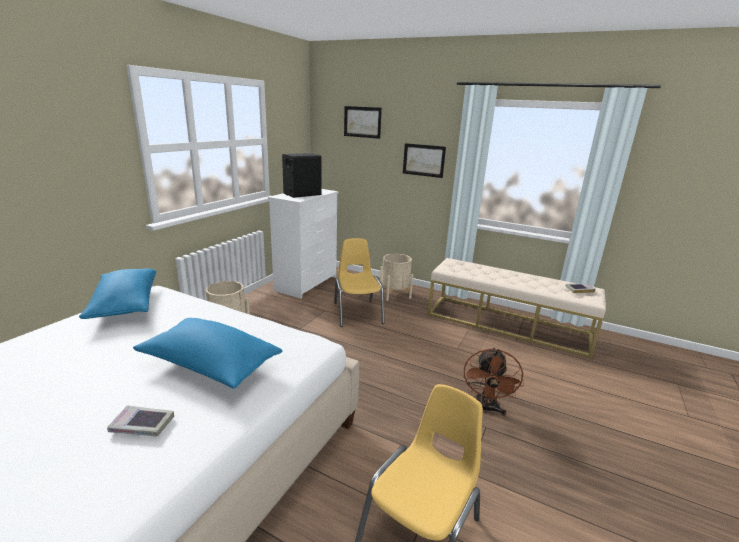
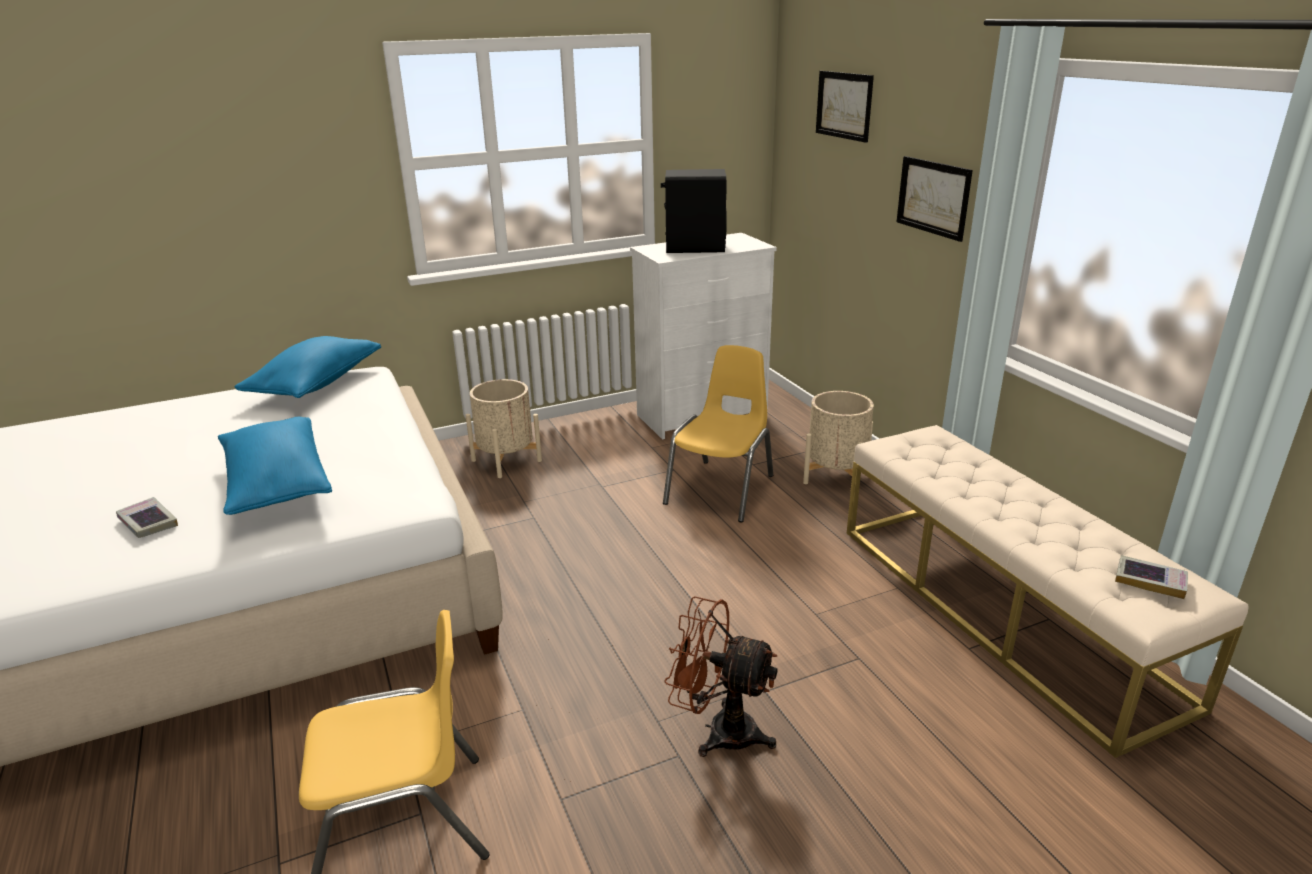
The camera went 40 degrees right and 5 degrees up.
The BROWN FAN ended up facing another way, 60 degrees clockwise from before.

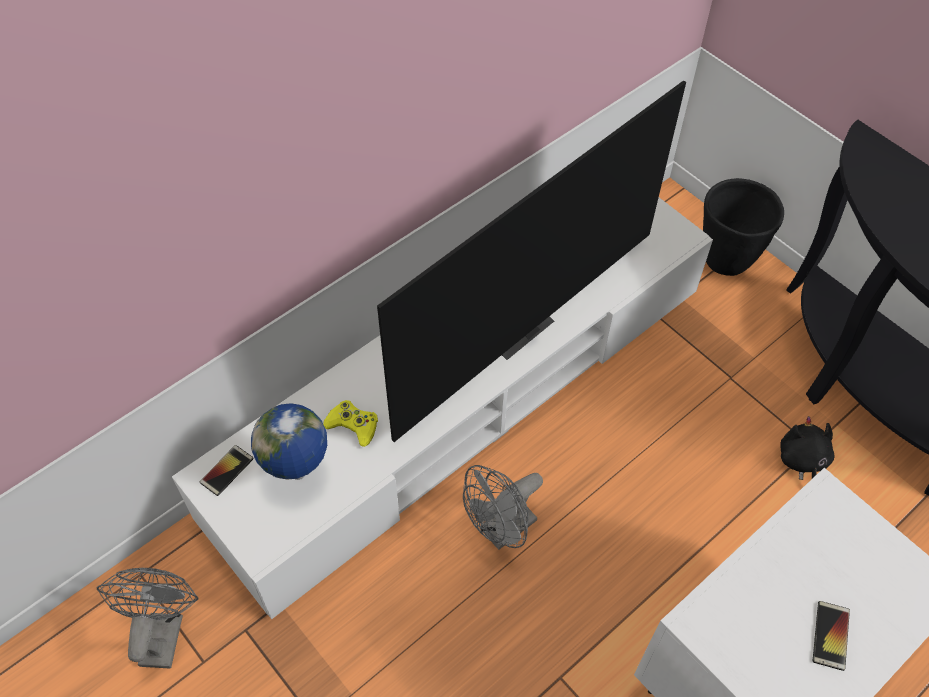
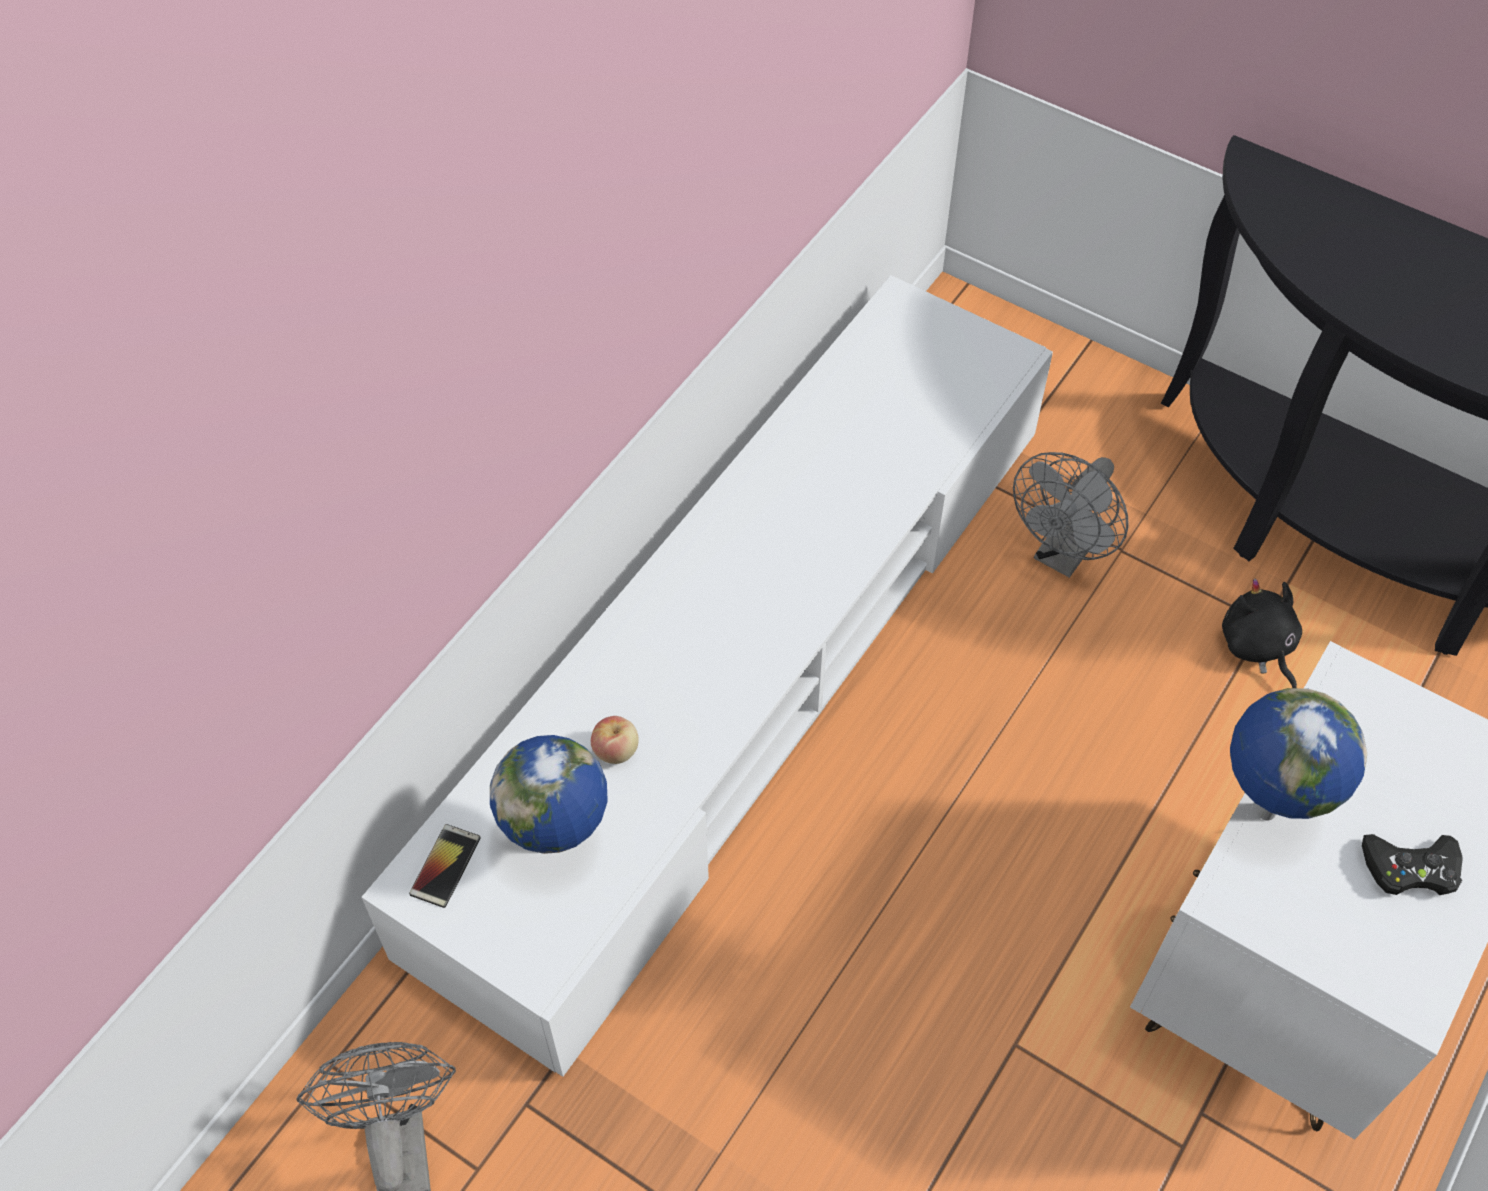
The camera went 15 degrees left and 0 degrees up.
The second view lost the TELEVISION.
The second view lost the BLACK PLANTER.
The second view gained the GLOBE (no. 2 from left).
The GREY FAN (no. 2 from left) ended up elsewhere.
Where the YELLOW GAME CONTROLLER stood, the APPLE came to stand.
Where the PHONE (no. 2 from left) stood, the BLACK GAME CONTROLLER came to stand.

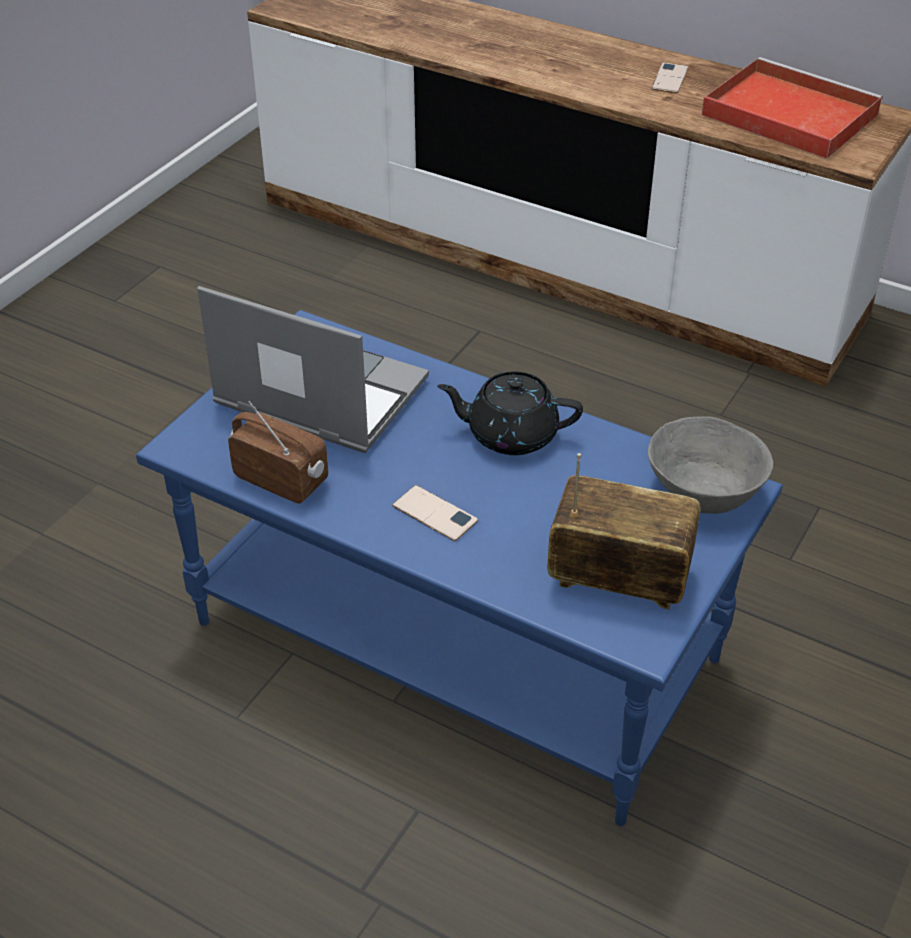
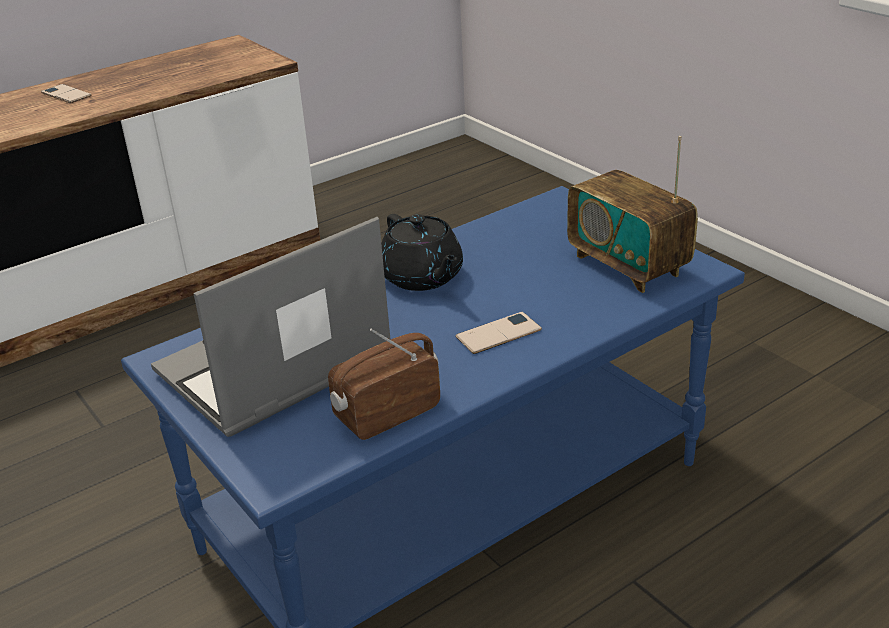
The camera went 65 degrees left and 10 degrees down.
The second view lost the GREY BOWL.
The second view lost the RED TRAY.
The BLACK TEAPOT ended up facing another way, 60 degrees counterclockwise from before.
The RADIO (no. 2 from left) ended up facing another way, 75 degrees counterclockwise from before.

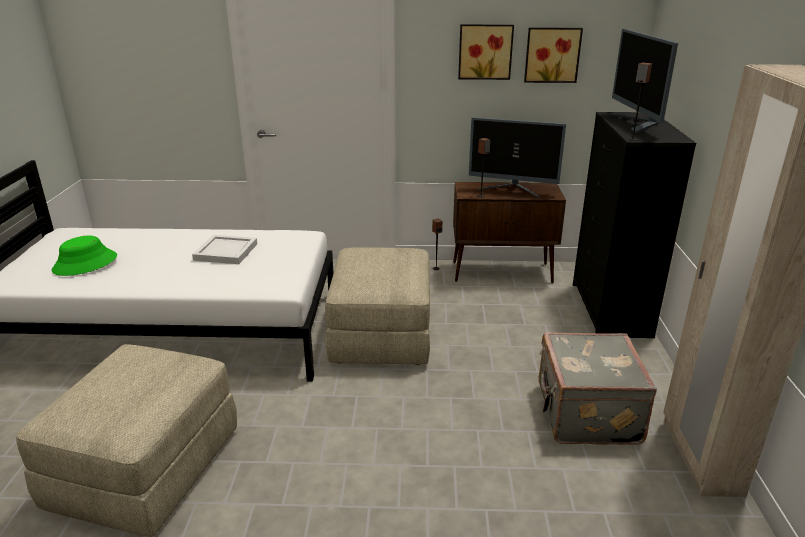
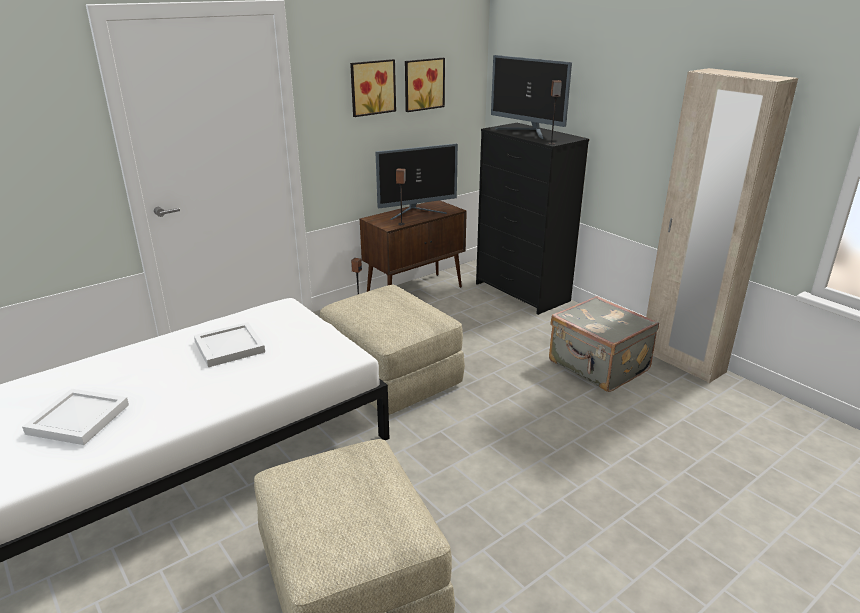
The camera went 40 degrees left and 0 degrees up.
Where the GREEN HAT stood, the WHITE TRAY (no. 1 from left) came to stand.

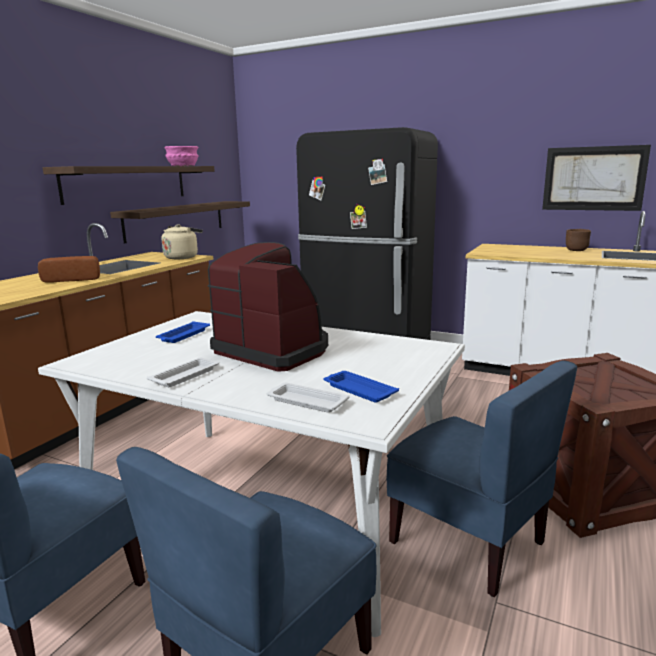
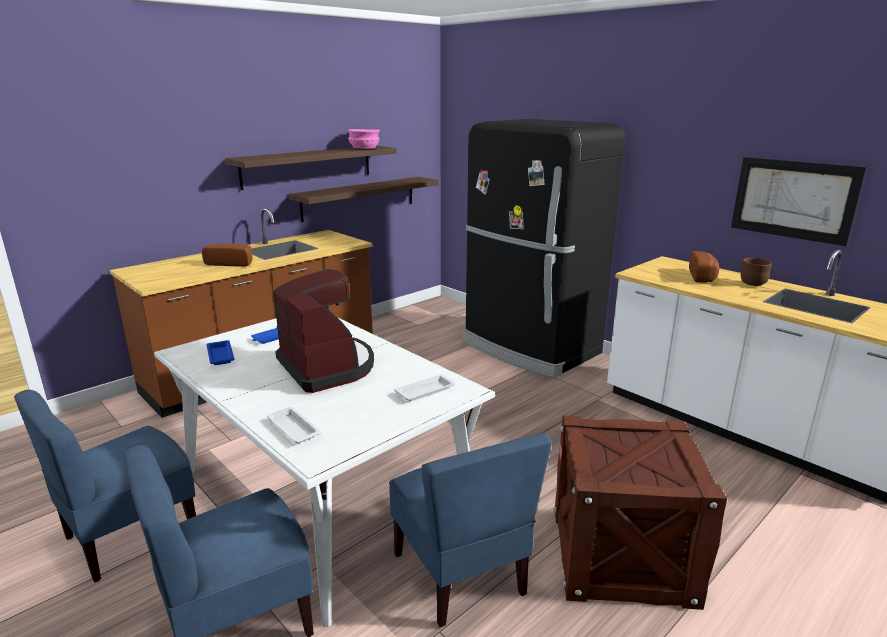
The camera went 20 degrees right and 5 degrees up.
The second view lost the BEIGE KETTLE.
The second view gained the BREAD (no. 2 from left).
The WHITE TRAY (no. 1 from left in the first image) ended up elsewhere.
The BLUE TRAY (no. 2 from left in the first image) ended up elsewhere.

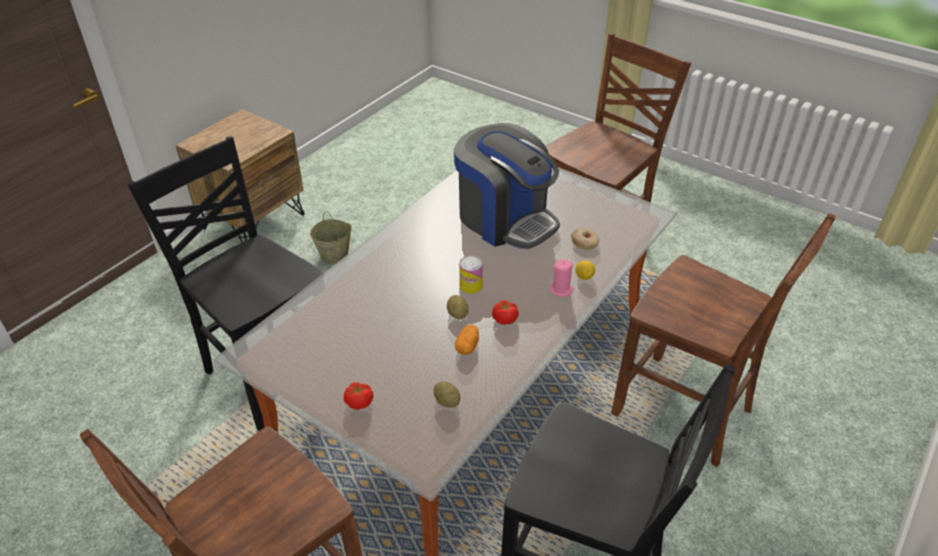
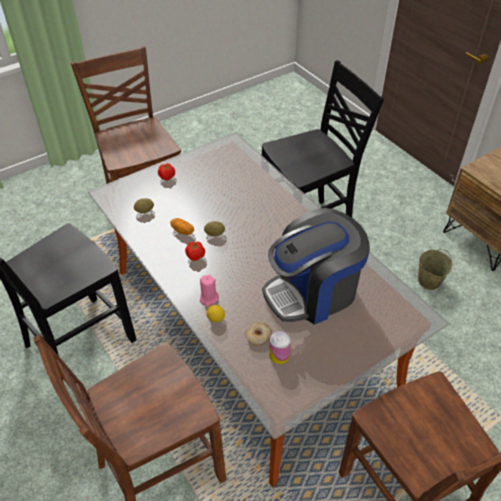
The camera went 110 degrees right and 5 degrees up.
The CAN ended up elsewhere.

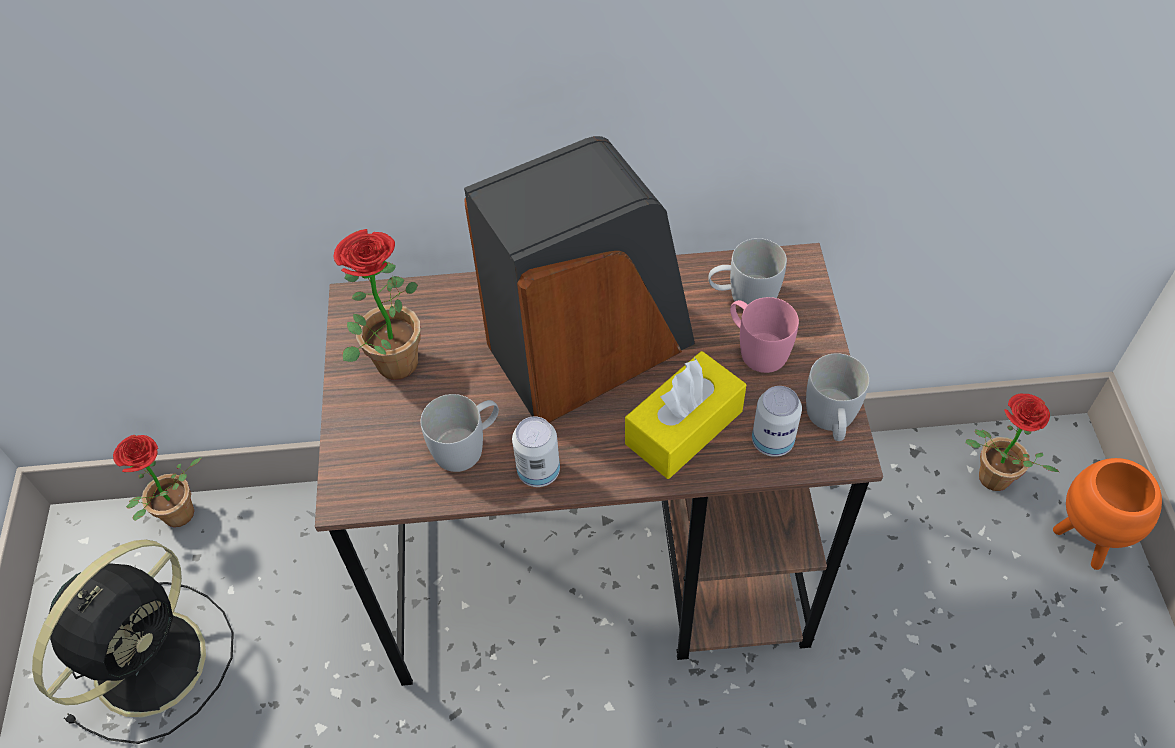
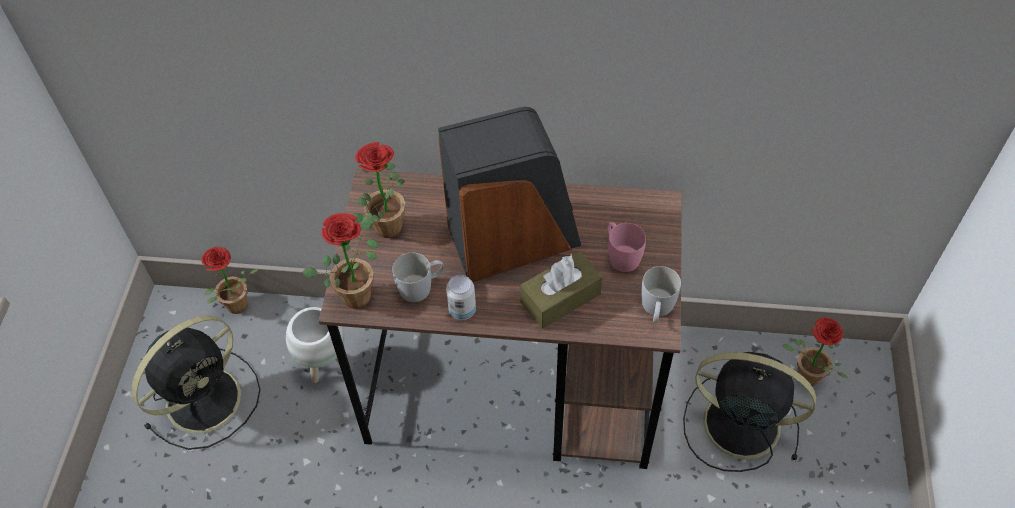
The camera went 10 degrees right and 0 degrees up.
The second view lost the WHITE MUG (no. 2 from left).
The second view lost the CAN (no. 2 from left).
The second view lost the ORANGE PLANTER.
The second view gained the WHITE PLANTER.
The second view gained the POTTED PLANT (no. 2 from left).
The second view gained the BLACK FAN (no. 2 from left).
What was the YELLOW TISSUE BOX turned into the BROWN TISSUE BOX.

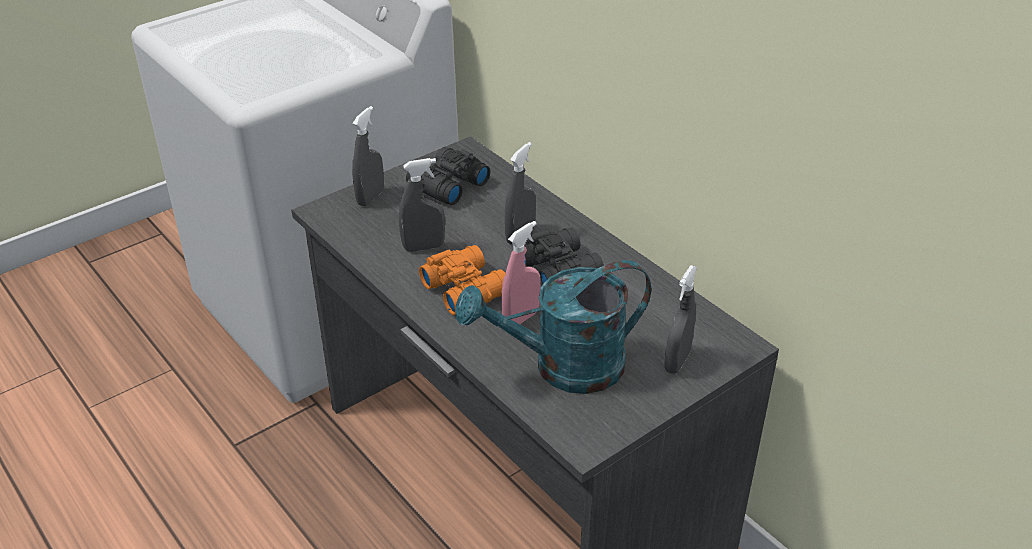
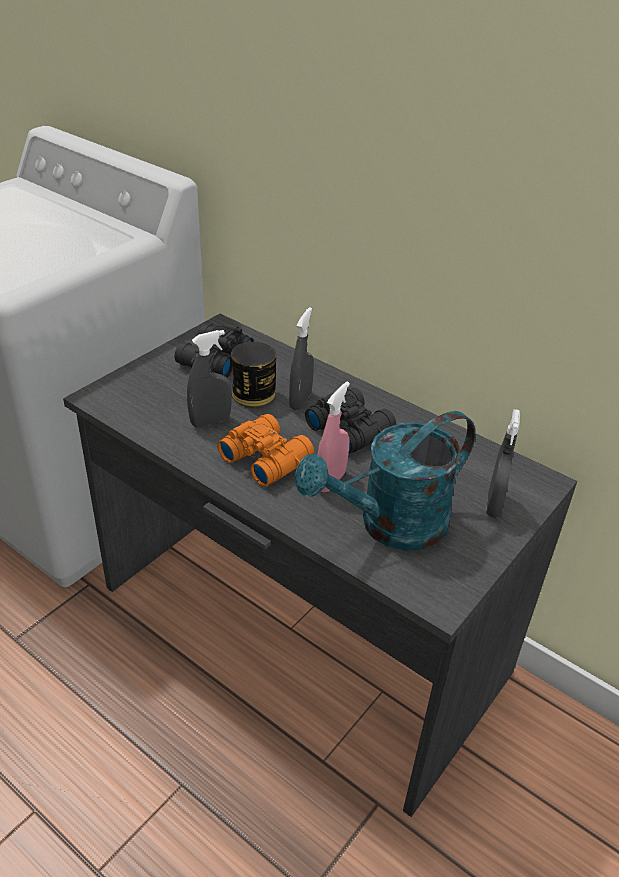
The camera went 15 degrees left and 0 degrees up.
The second view lost the GREY SPRAY BOTTLE (no. 1 from left).
The second view gained the CAN.

